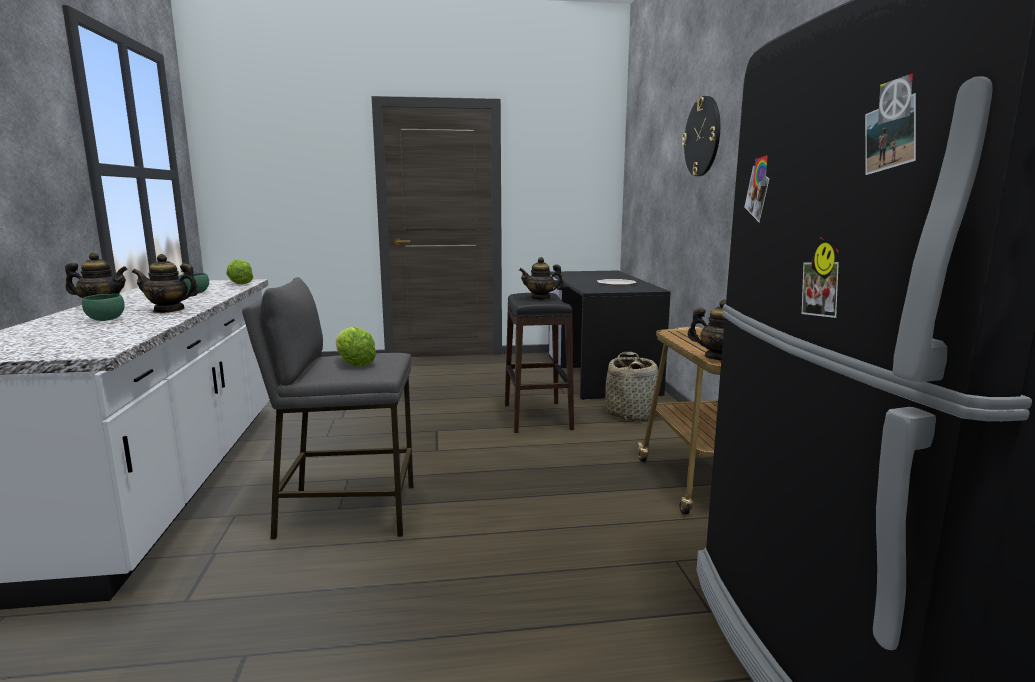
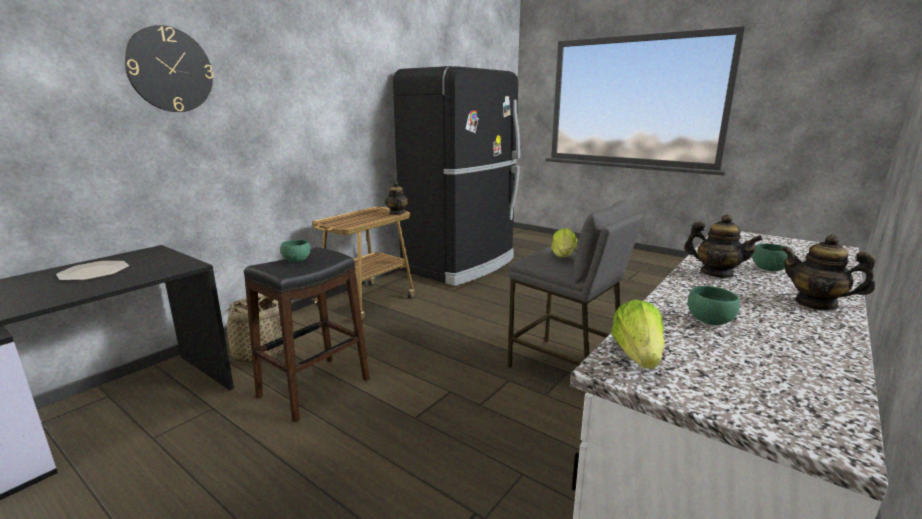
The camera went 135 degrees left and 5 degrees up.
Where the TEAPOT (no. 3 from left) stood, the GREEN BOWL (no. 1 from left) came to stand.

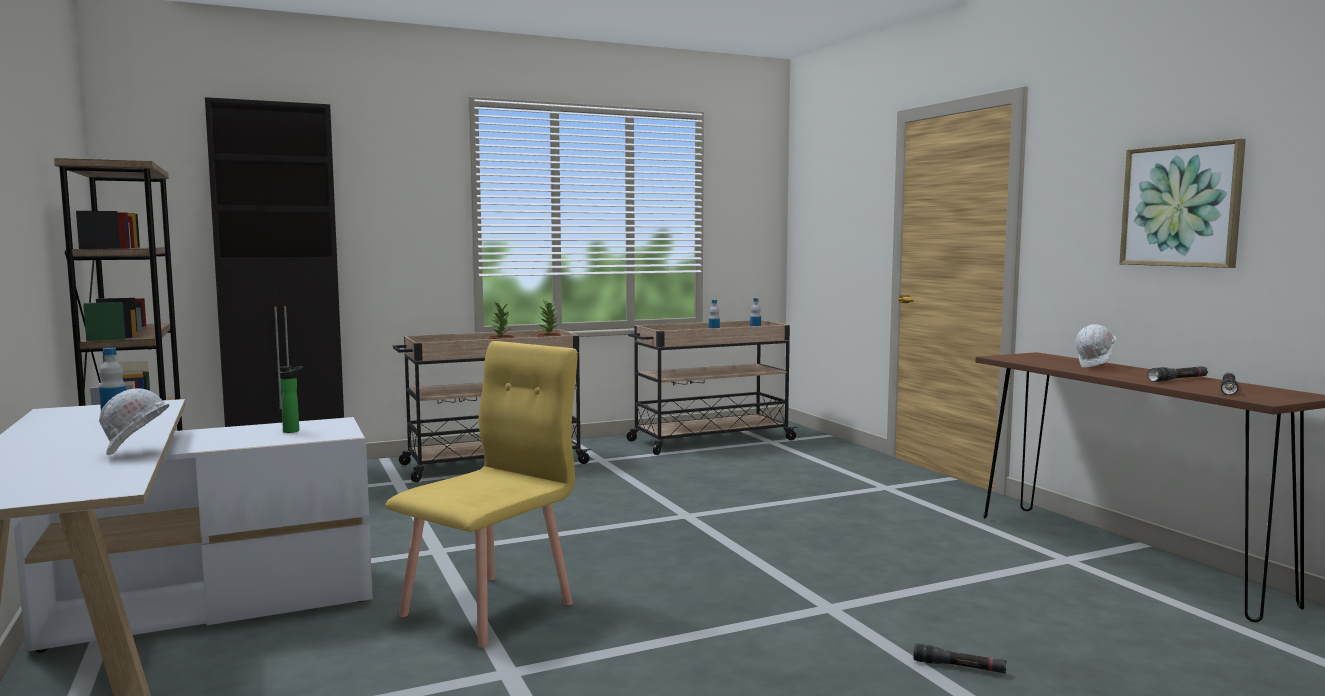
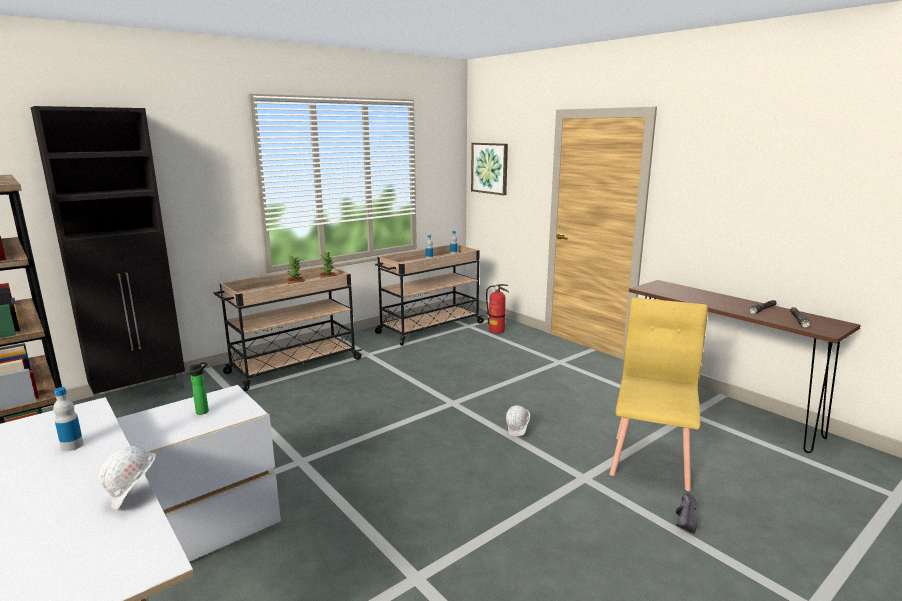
The camera went 15 degrees left and 10 degrees up.
The second view gained the FIRE EXTINGUISHER.
The YELLOW CHAIR ended up elsewhere.
The WHITE HARD HAT (no. 2 from left) ended up elsewhere.
The PICTURE ended up elsewhere.
Where the BLACK FLASHLIGHT (no. 1 from left) stood, the BLACK SHOE came to stand.

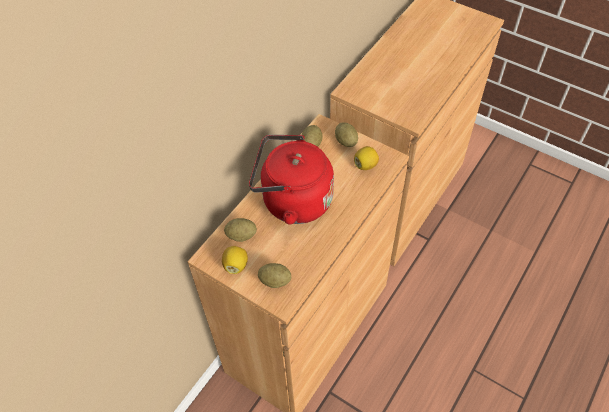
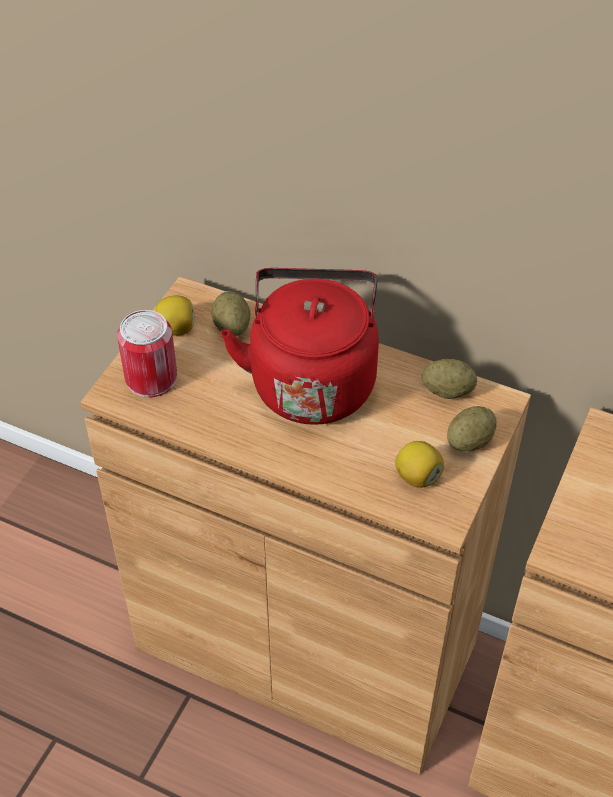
The camera went 80 degrees right and 5 degrees down.
Where the POTATO (no. 2 from left) stood, the CAN came to stand.

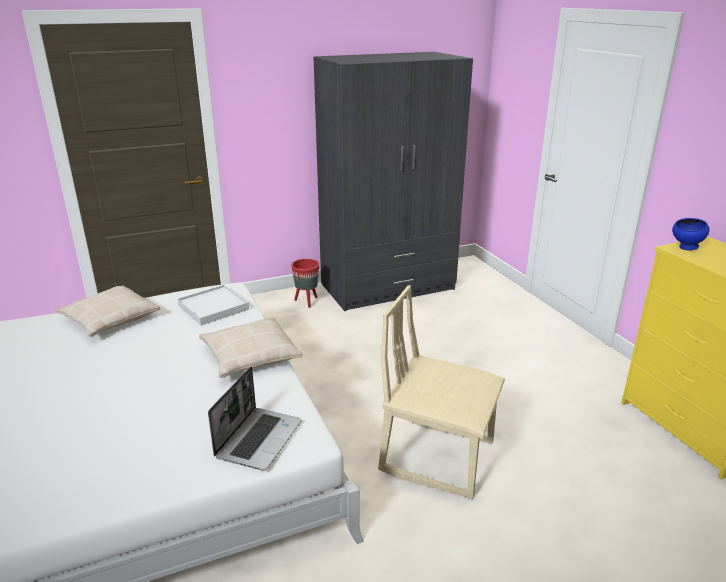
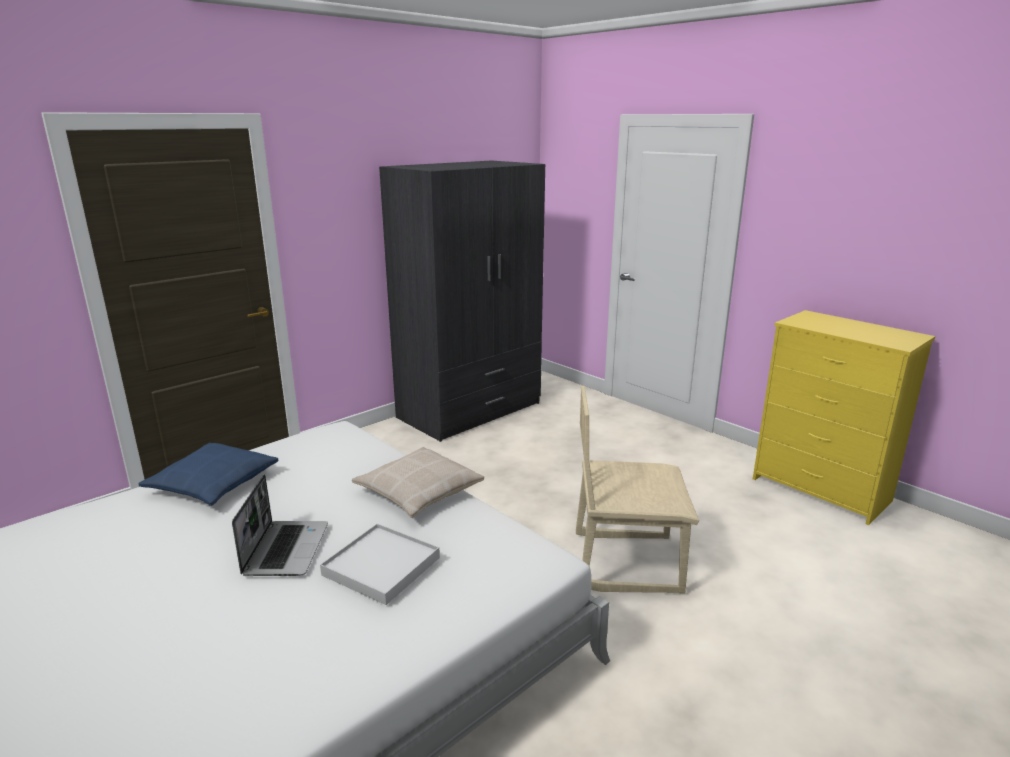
The camera went 20 degrees left and 5 degrees down.
The second view lost the RED PLANTER.
The second view lost the BLUE BOWL.
The WHITE TRAY ended up elsewhere.
The LAPTOP ended up elsewhere.
What was the BEIGE PILLOW (no. 1 from left) turned into the BLUE PILLOW.

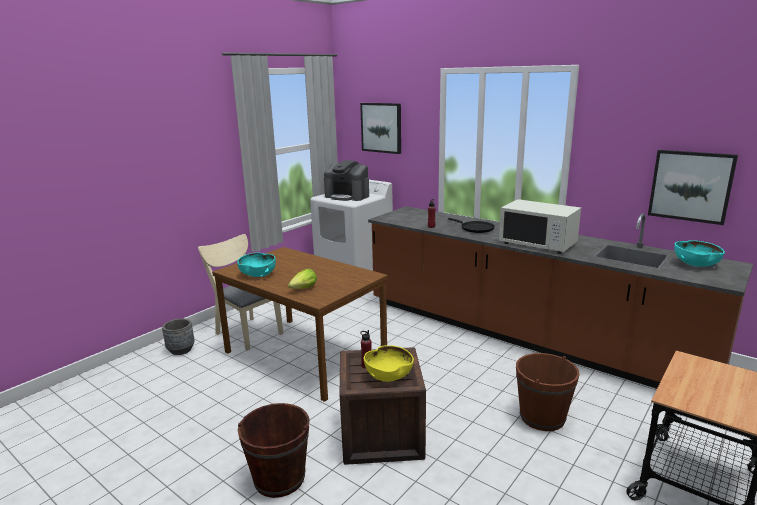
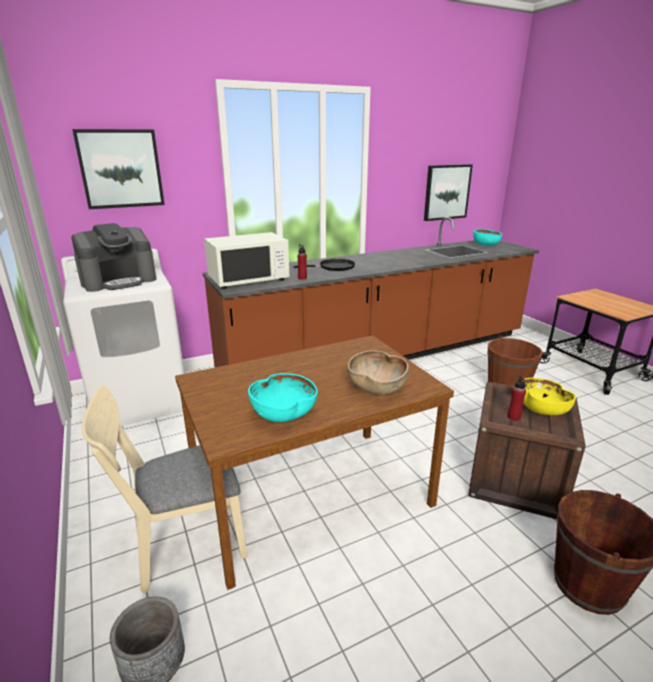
The camera went 65 degrees left and 5 degrees up.
The WHITE MICROWAVE ended up elsewhere.
Where the LETTUCE stood, the BROWN BOWL came to stand.

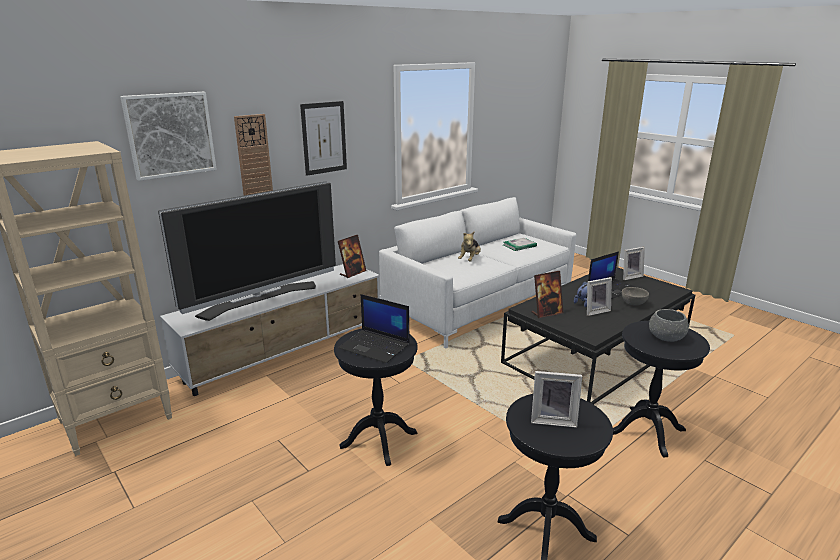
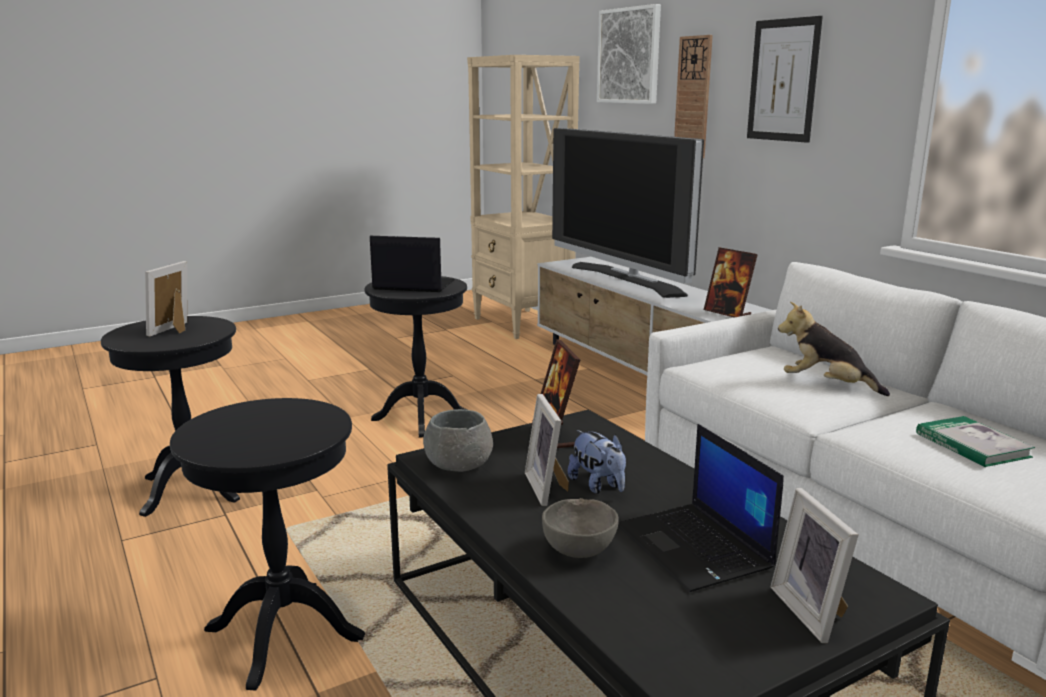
The camera went 100 degrees right and 5 degrees down.
The GREY BOWL (no. 2 from left in the first image) ended up elsewhere.
The LAPTOP (no. 1 from left) ended up facing another way, 60 degrees clockwise from before.

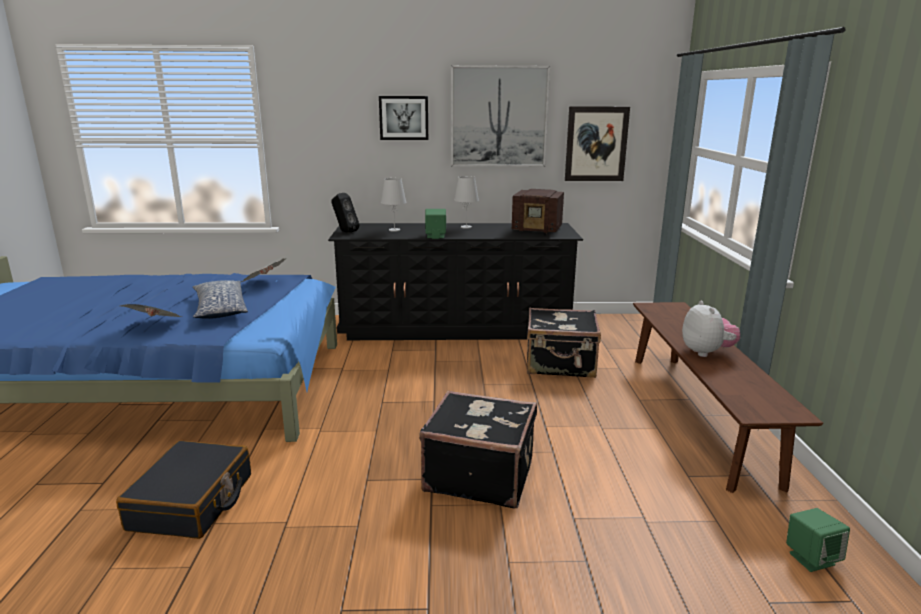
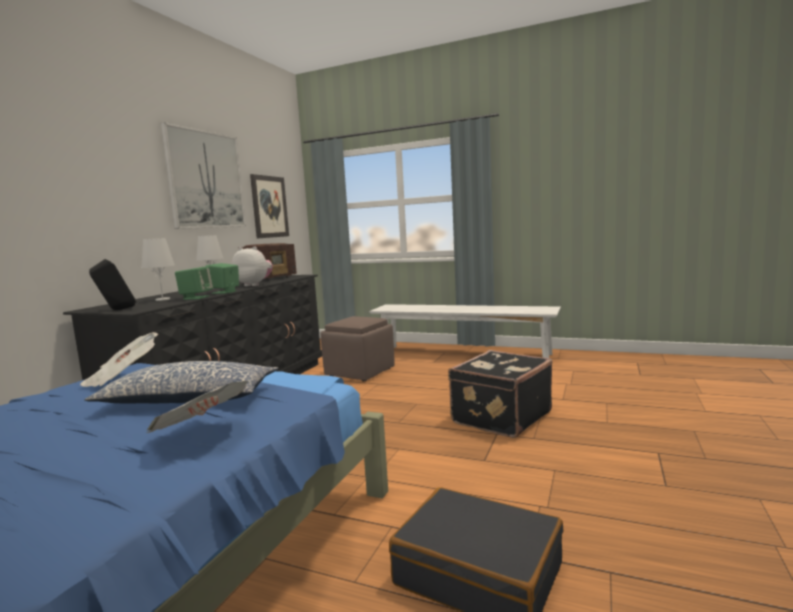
The camera went 65 degrees left and 10 degrees down.
The second view lost the PICTURE (no. 1 from left).
The PLUSH TOY ended up elsewhere.
The GREEN SPEAKER (no. 2 from left in the first image) ended up elsewhere.
Where the BLACK SUITCASE (no. 3 from left) stood, the BROWN OTTOMAN came to stand.
What was the BROWN BENCH turned into the WHITE BENCH.

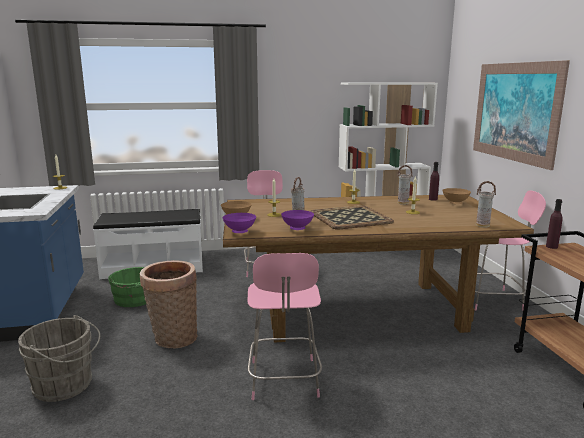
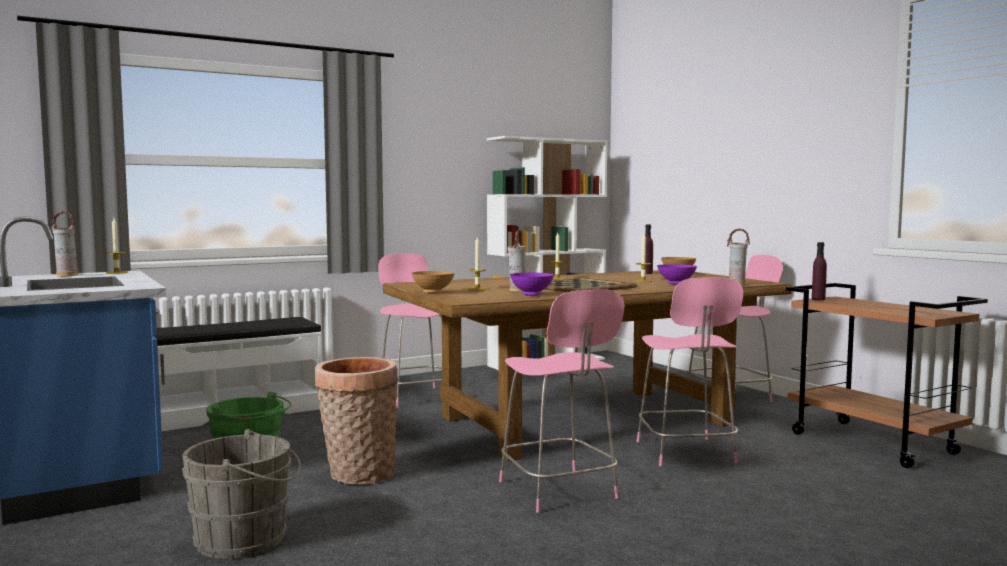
The camera went 20 degrees left and 10 degrees down.
The second view lost the PICTURE.
The second view gained the PINK CHAIR (no. 3 from left).
The PURPLE BOWL (no. 1 from left in the first image) ended up elsewhere.
The VASE (no. 2 from left in the first image) ended up elsewhere.

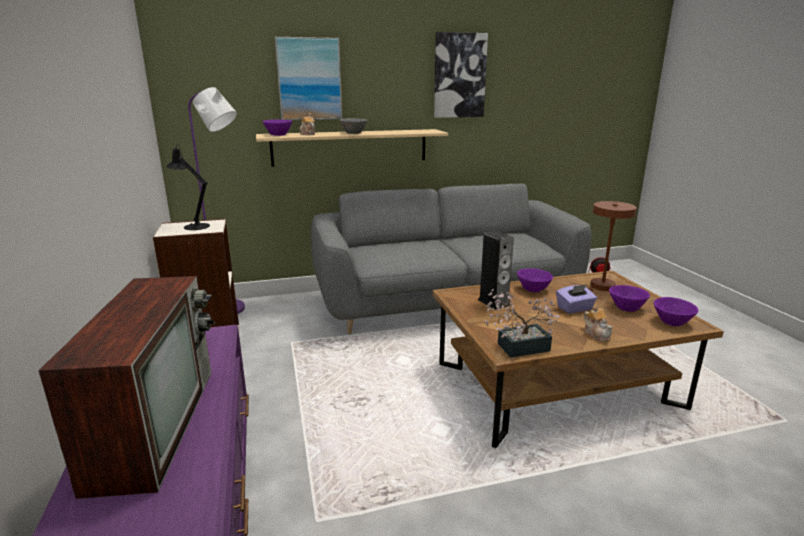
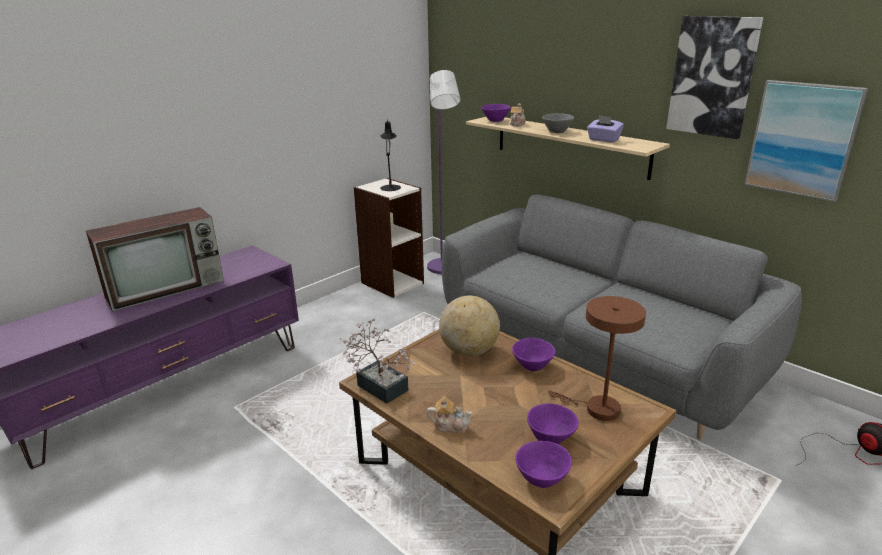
The camera went 60 degrees right and 5 degrees up.
The PICTURE (no. 1 from left in the first image) ended up elsewhere.
The PURPLE TISSUE BOX ended up elsewhere.
Where the SPEAKER stood, the GLOBE came to stand.
The TEAPOT (no. 2 from left in the first image) ended up facing another way, 120 degrees counterclockwise from before.

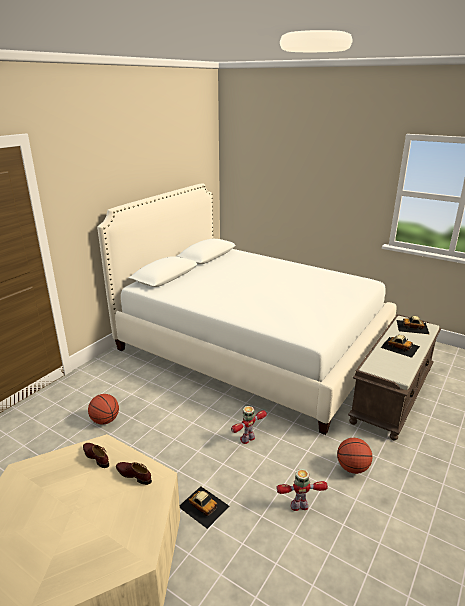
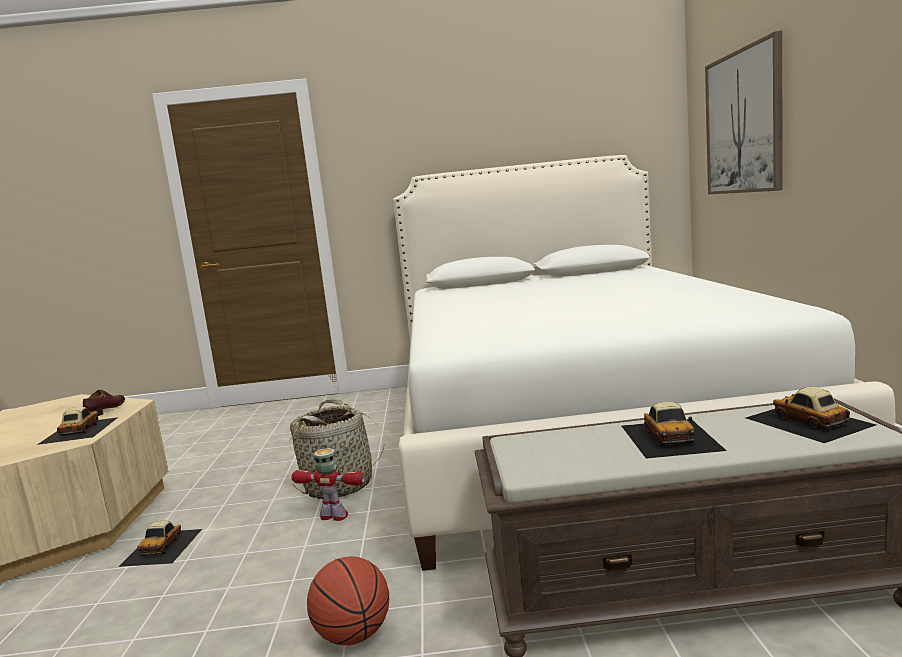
The camera went 55 degrees right and 15 degrees down.
The second view lost the BASKETBALL (no. 1 from left).
The second view lost the TOY ROBOT (no. 2 from left).
The second view gained the BASKET.
The second view gained the PICTURE.
Where the BROWN SHOE (no. 2 from left) stood, the TOY CAR (no. 1 from left) came to stand.

